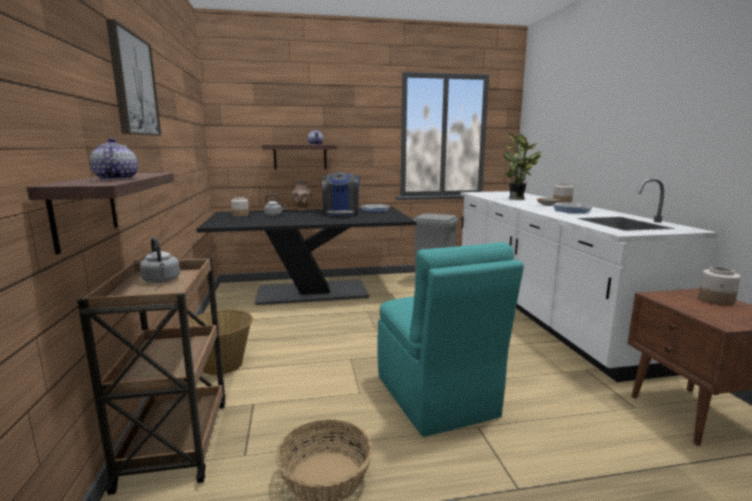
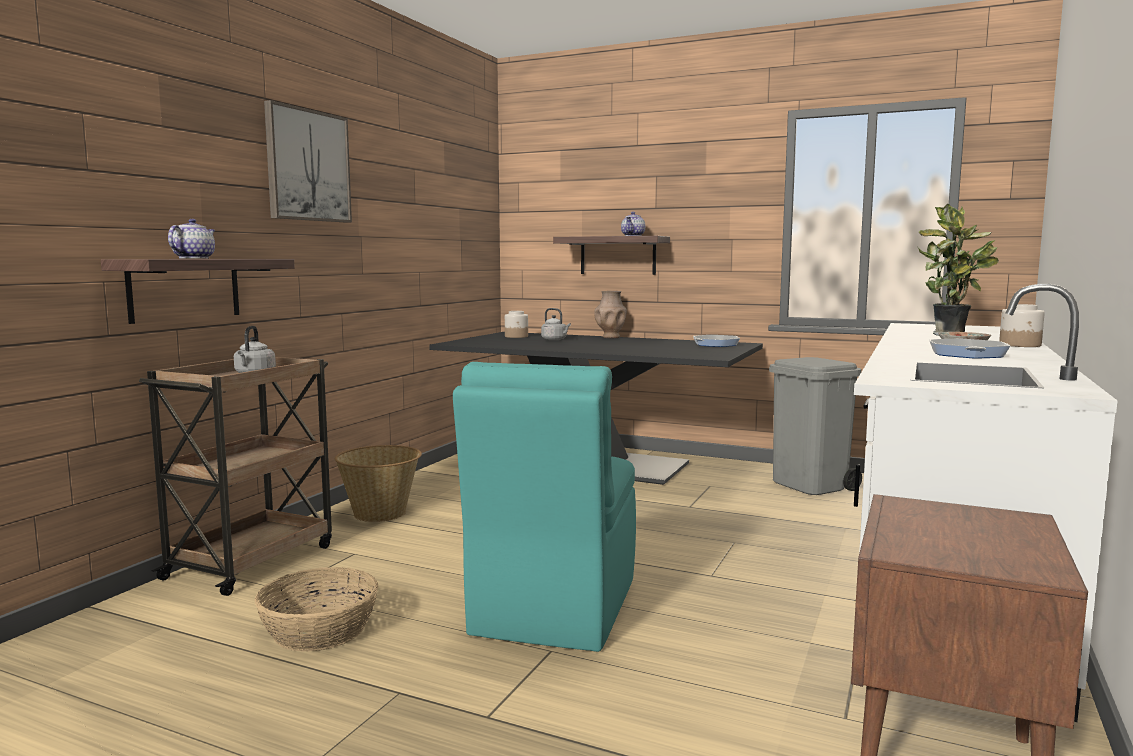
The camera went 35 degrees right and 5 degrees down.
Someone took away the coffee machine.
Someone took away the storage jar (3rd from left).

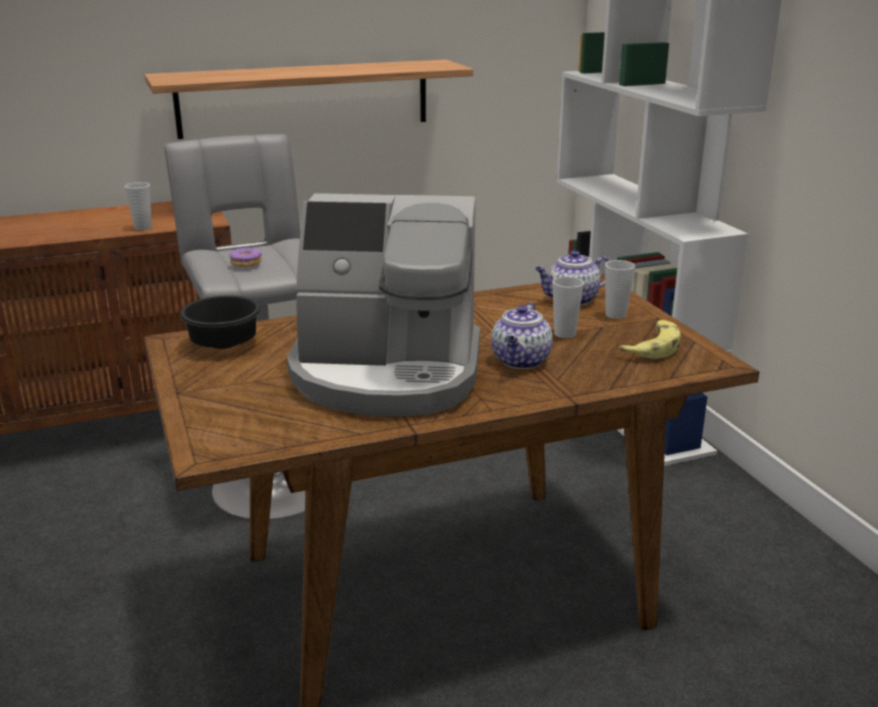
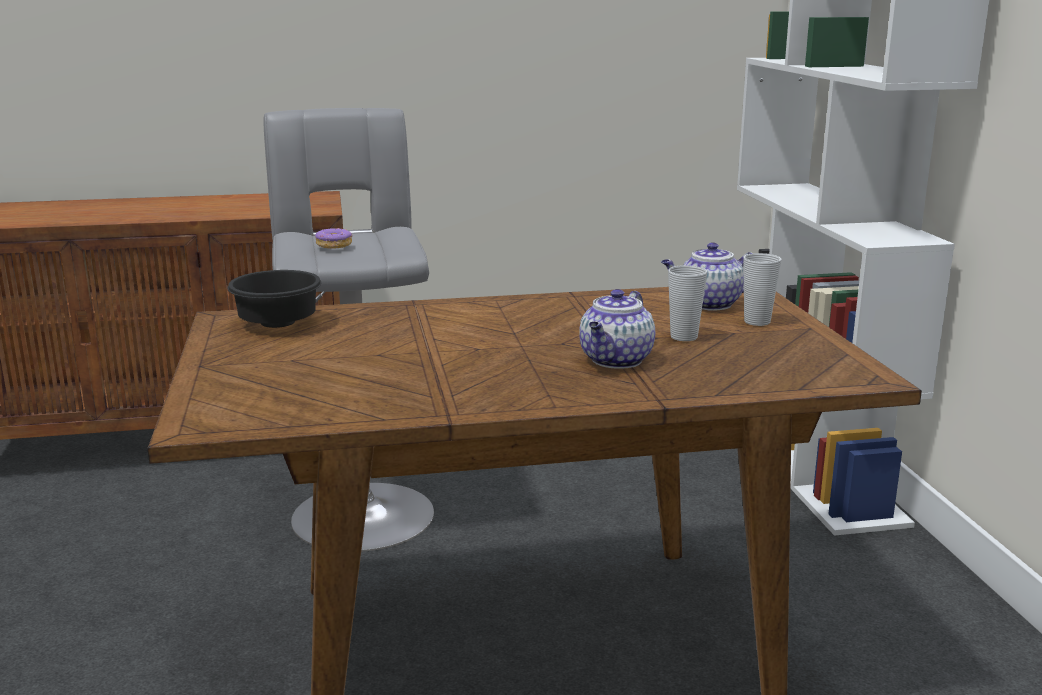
The camera went 10 degrees right and 5 degrees down.
Someone took away the cup (1st from left).
Someone took away the wall shelf.
Someone took away the coffee machine.
Someone took away the whole banana.

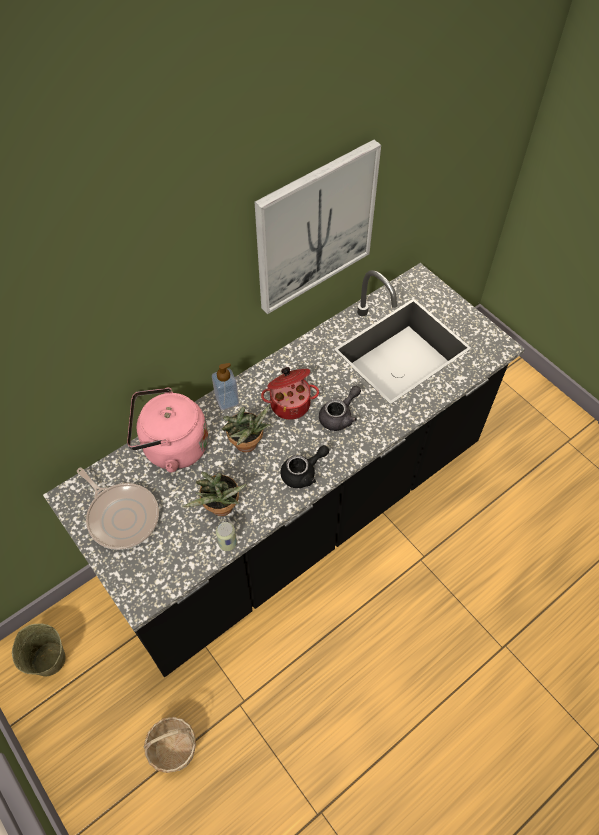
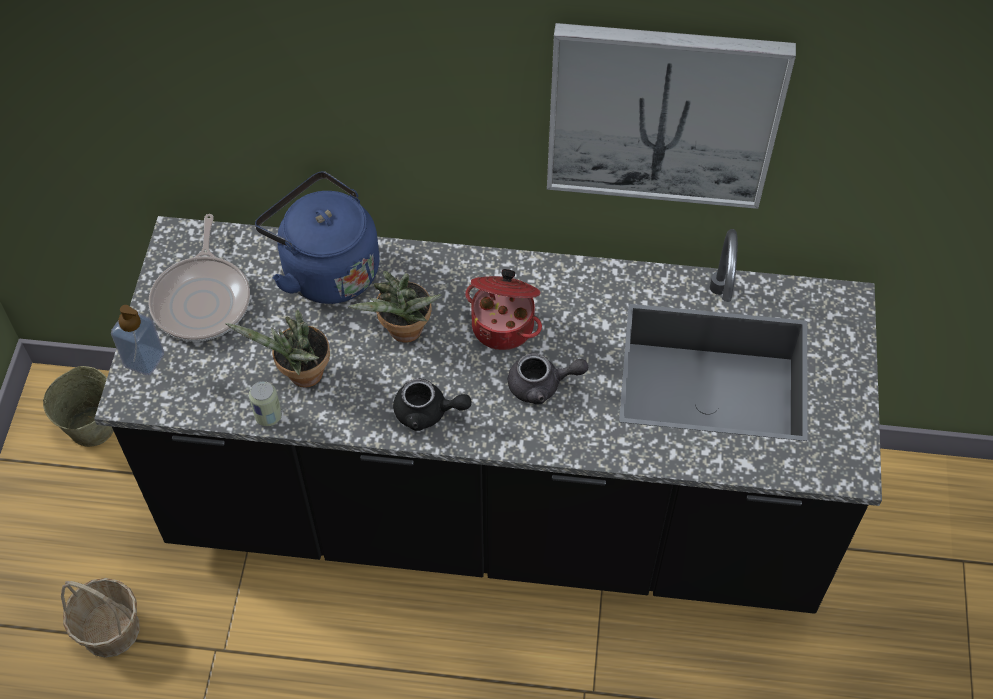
The camera went 45 degrees right and 0 degrees up.
Someone repainted the pinkish kettle, which became the bluish kettle.
Someone carried the soap dispenser.

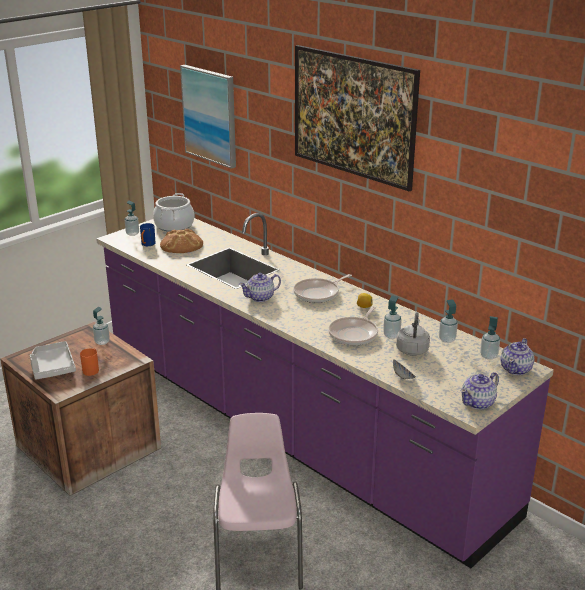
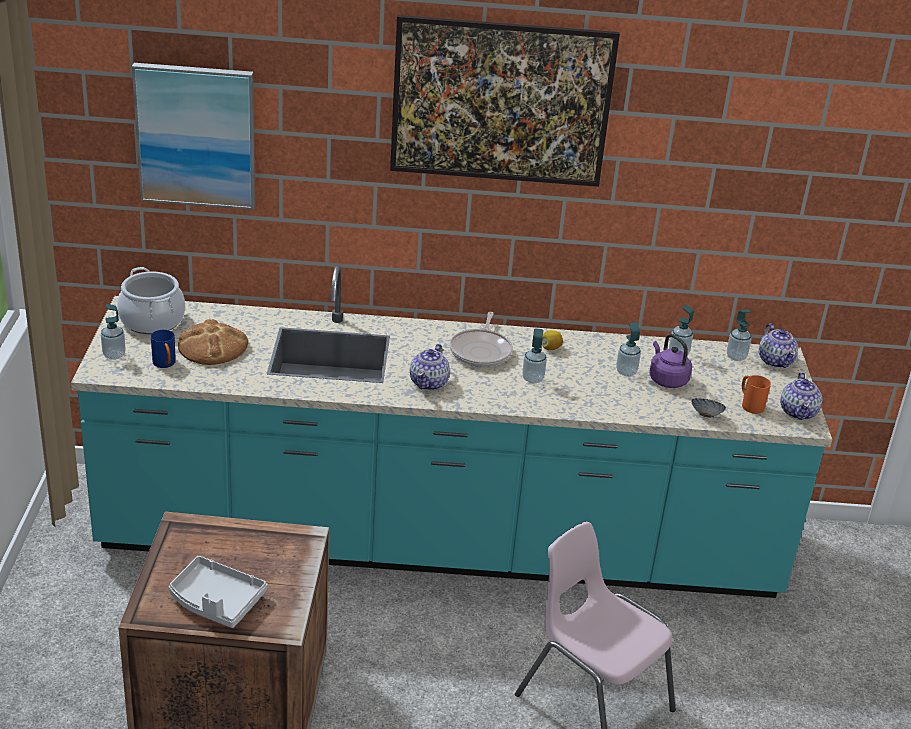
The camera went 45 degrees left and 5 degrees up.
Someone carried the orange-coloured mug.
Someone carried the soap dispenser (1st from left in the first image).
Someone repainted the purplish counter, which became the turquoise-coloured counter.
Someone took away the skillet (2nd from left).
Someone repainted the grey kettle, which became the purplish kettle.

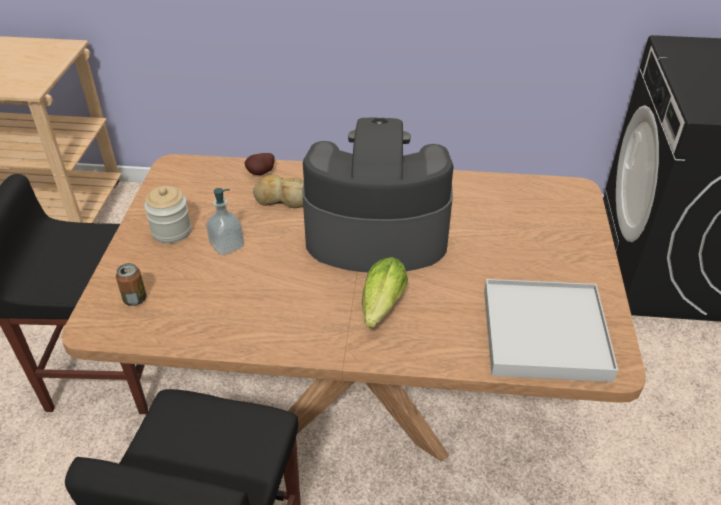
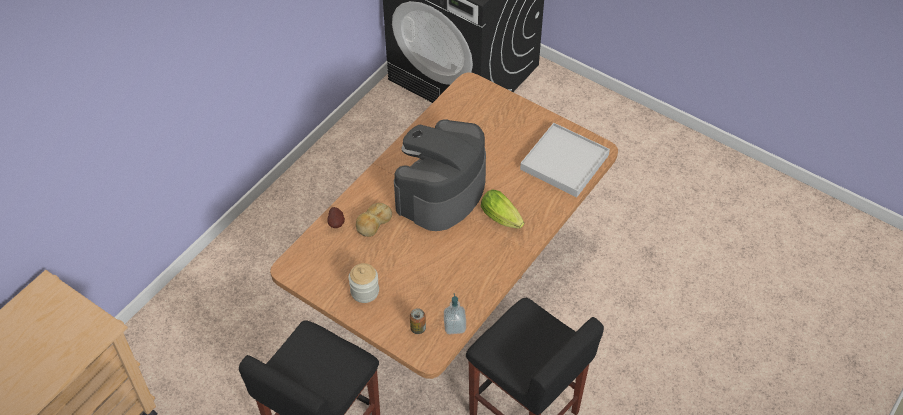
The camera went 60 degrees left and 10 degrees up.
Someone carried the soap dispenser.

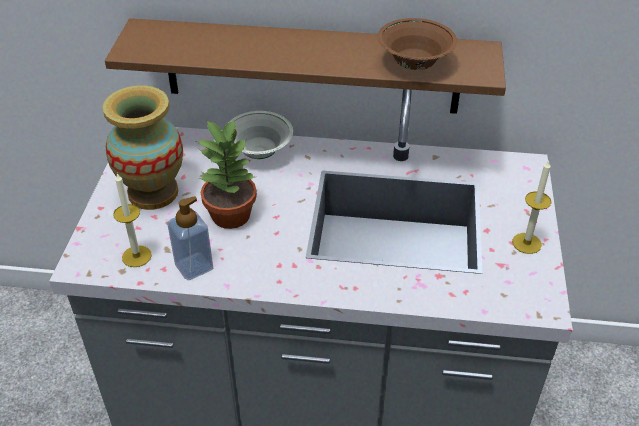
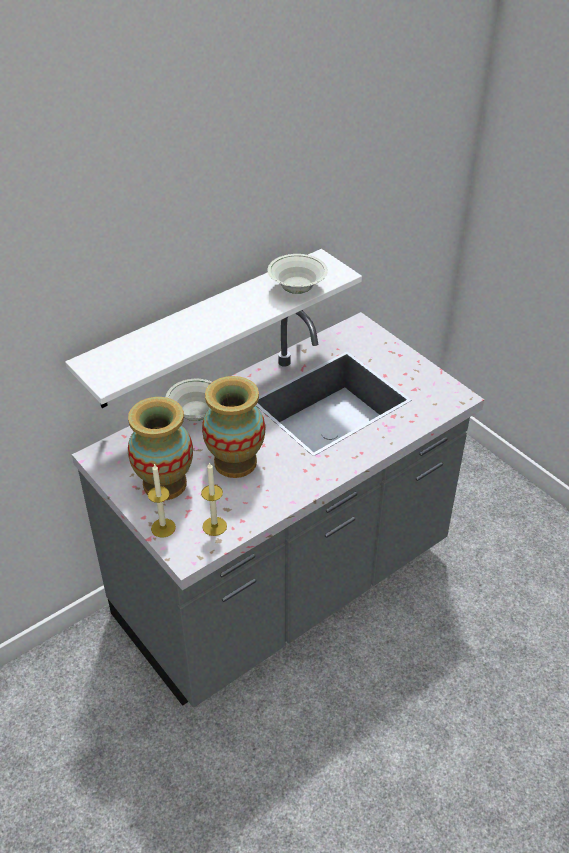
The camera went 45 degrees left and 0 degrees up.
Someone repainted the brown-coloured wall shelf, which became the white wall shelf.
Someone took away the soap dispenser.
Someone swapped the houseplant for the flower vase (2nd from left).
Someone repainted the brown-coloured bowl, which became the white bowl (2nd from left).
Someone carried the wax light (2nd from left in the first image).

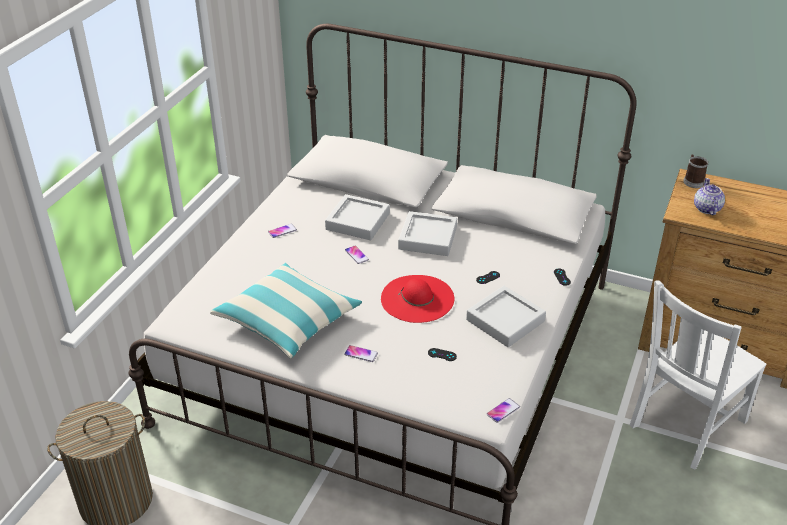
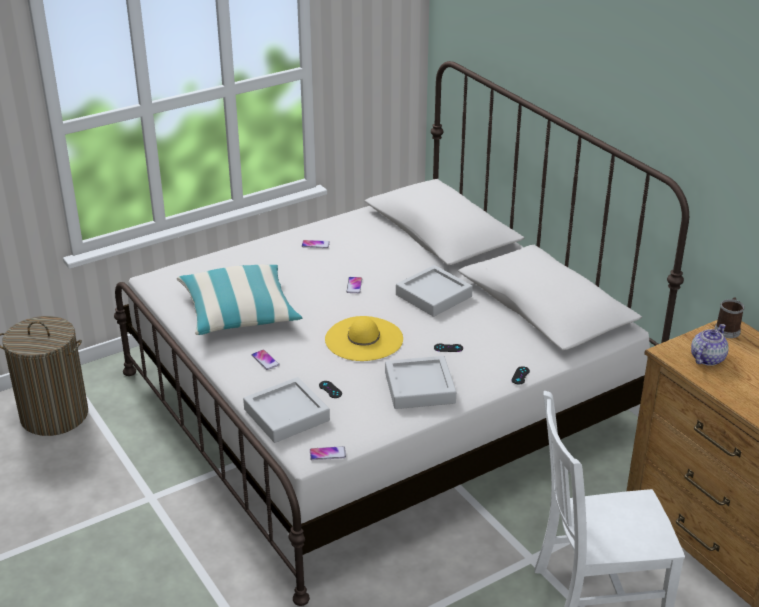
The camera went 35 degrees right and 5 degrees down.
Someone carried the grey serving tray (1st from left).
Someone repainted the red hat, which became the yellow-coloured hat.

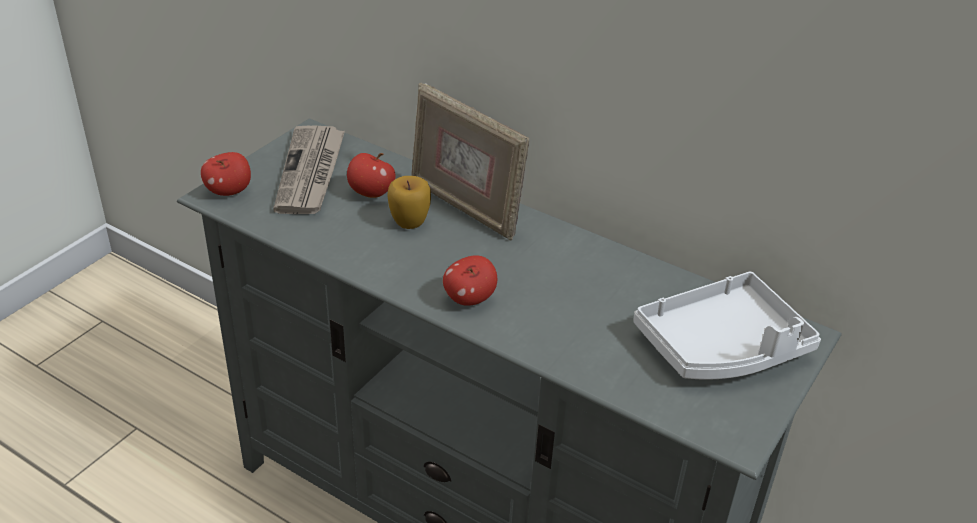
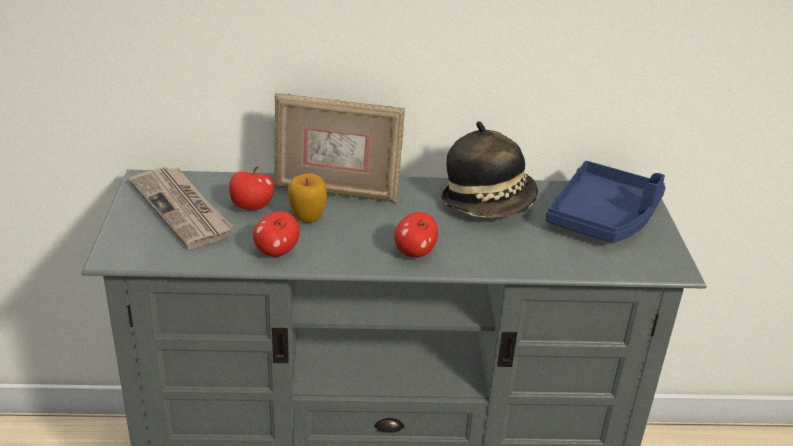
The camera went 35 degrees left and 5 degrees down.
Someone carried the apple (1st from left in the first image).
Someone repainted the white serving tray, which became the bluish serving tray.
Someone put down the hat.

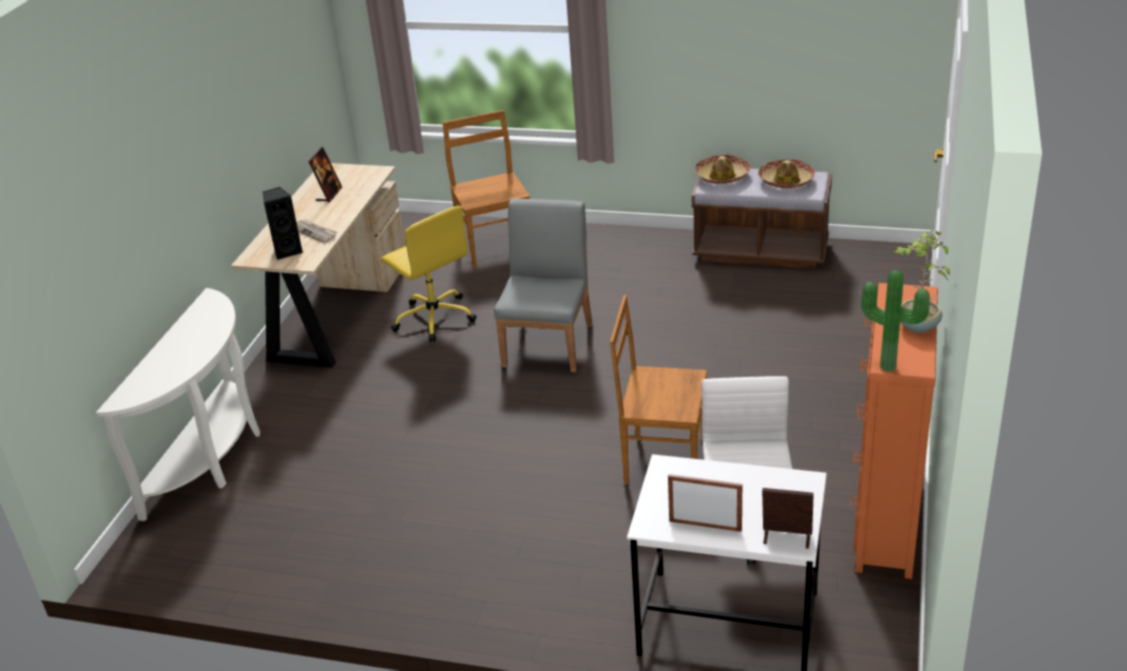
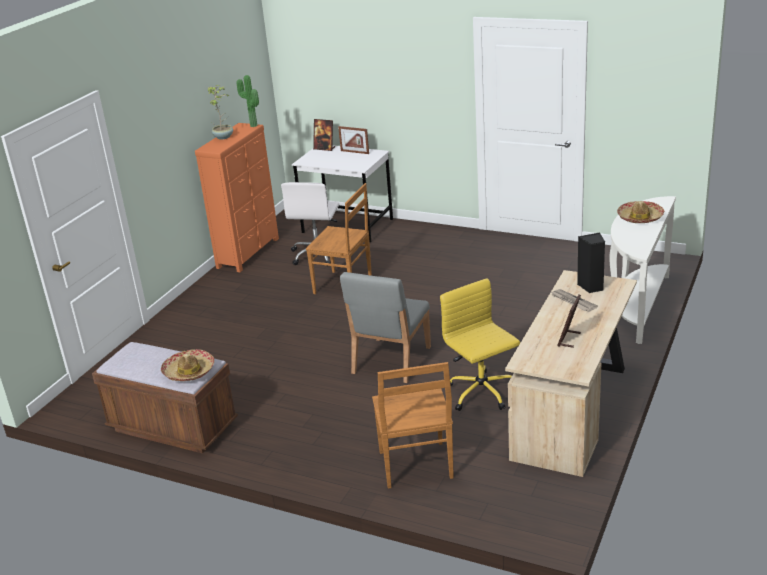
The camera went 170 degrees left and 5 degrees down.
Someone carried the hat (2nd from left).

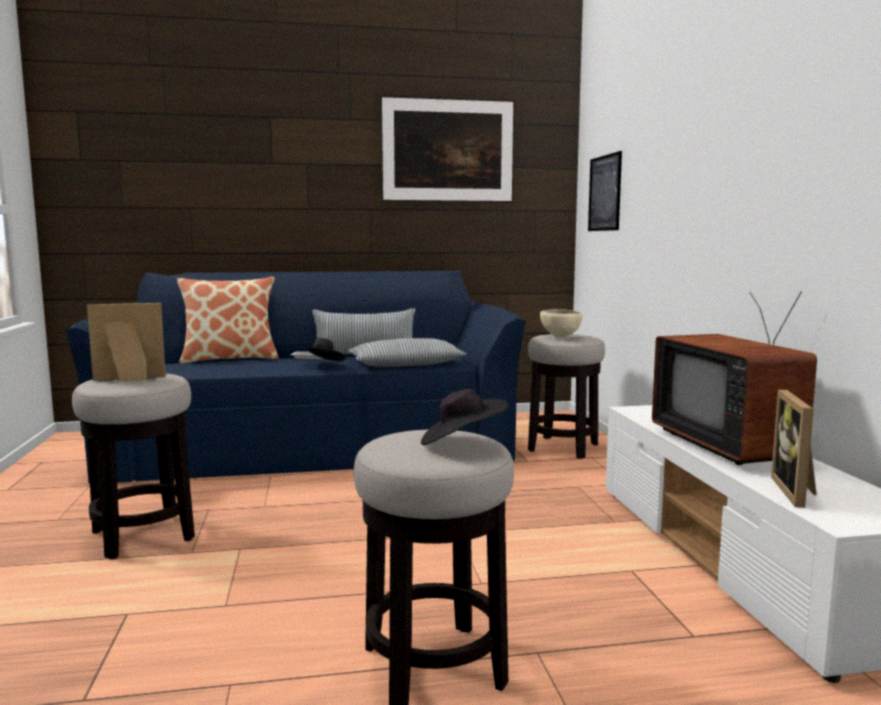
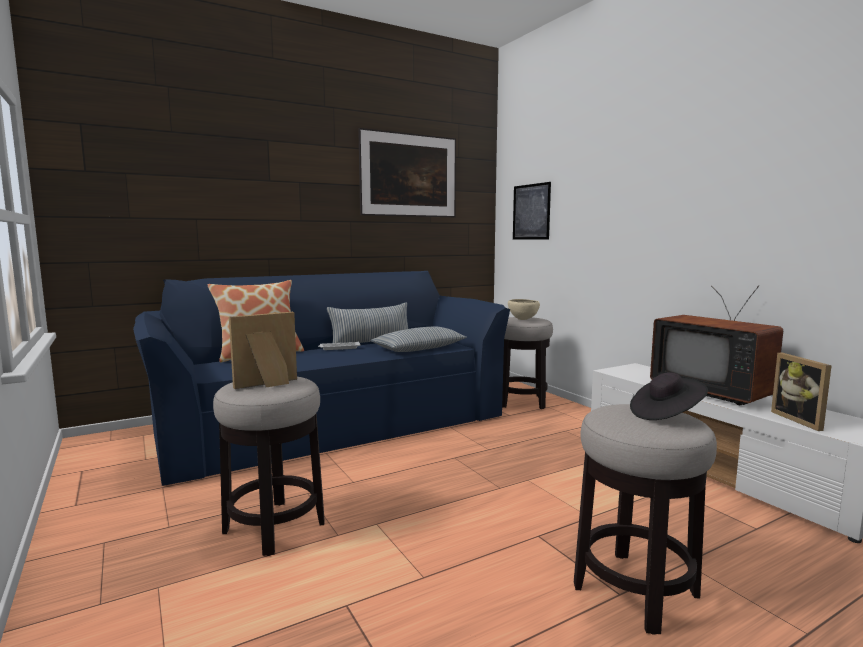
The camera went 20 degrees left and 0 degrees up.
Someone took away the blackish hat (1st from left).

